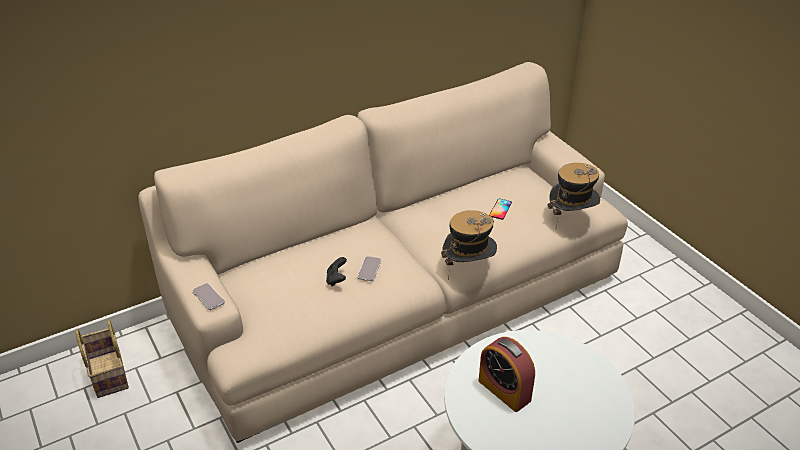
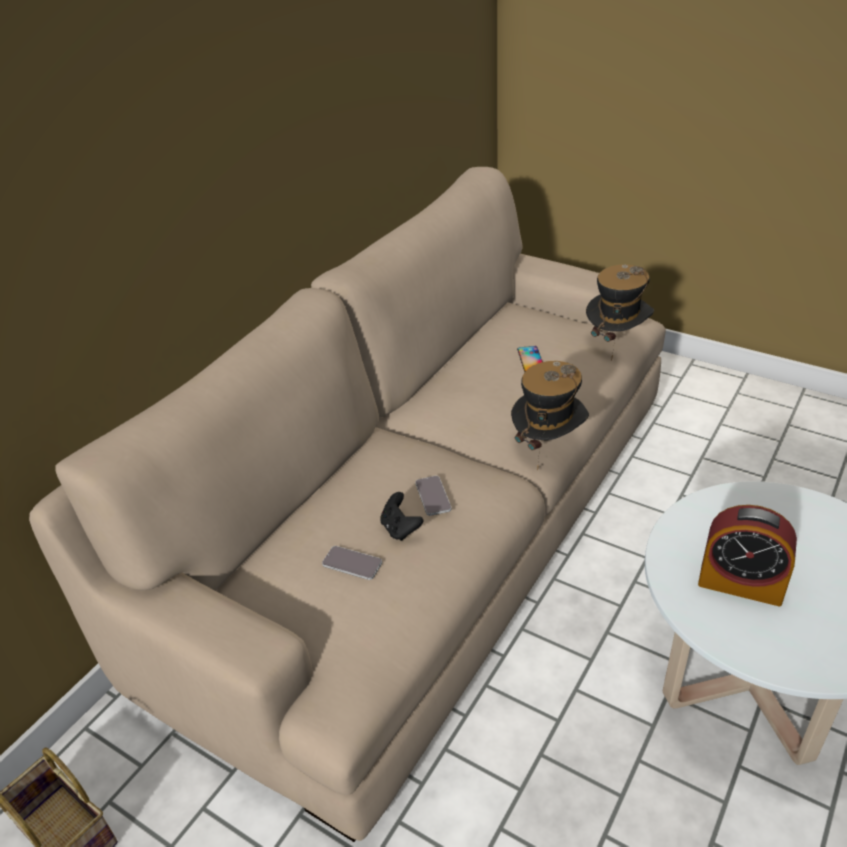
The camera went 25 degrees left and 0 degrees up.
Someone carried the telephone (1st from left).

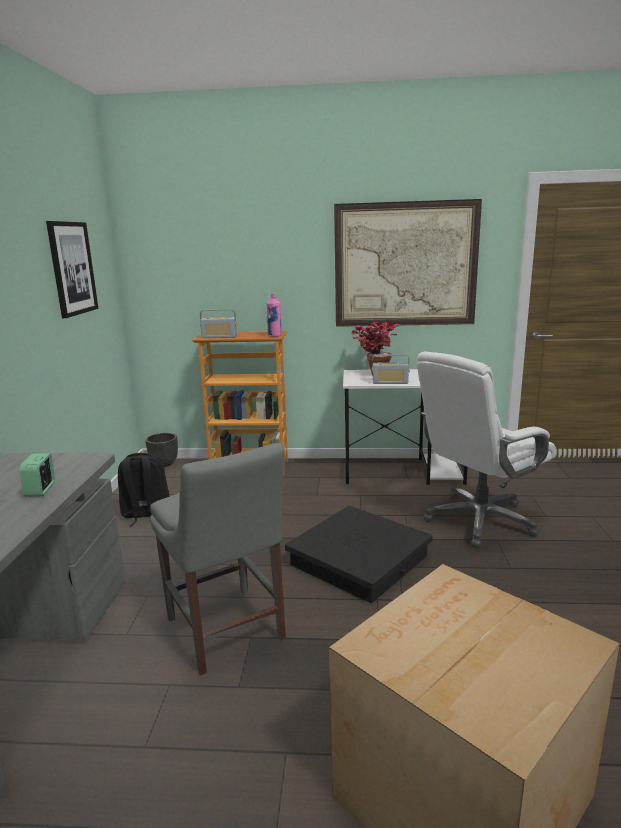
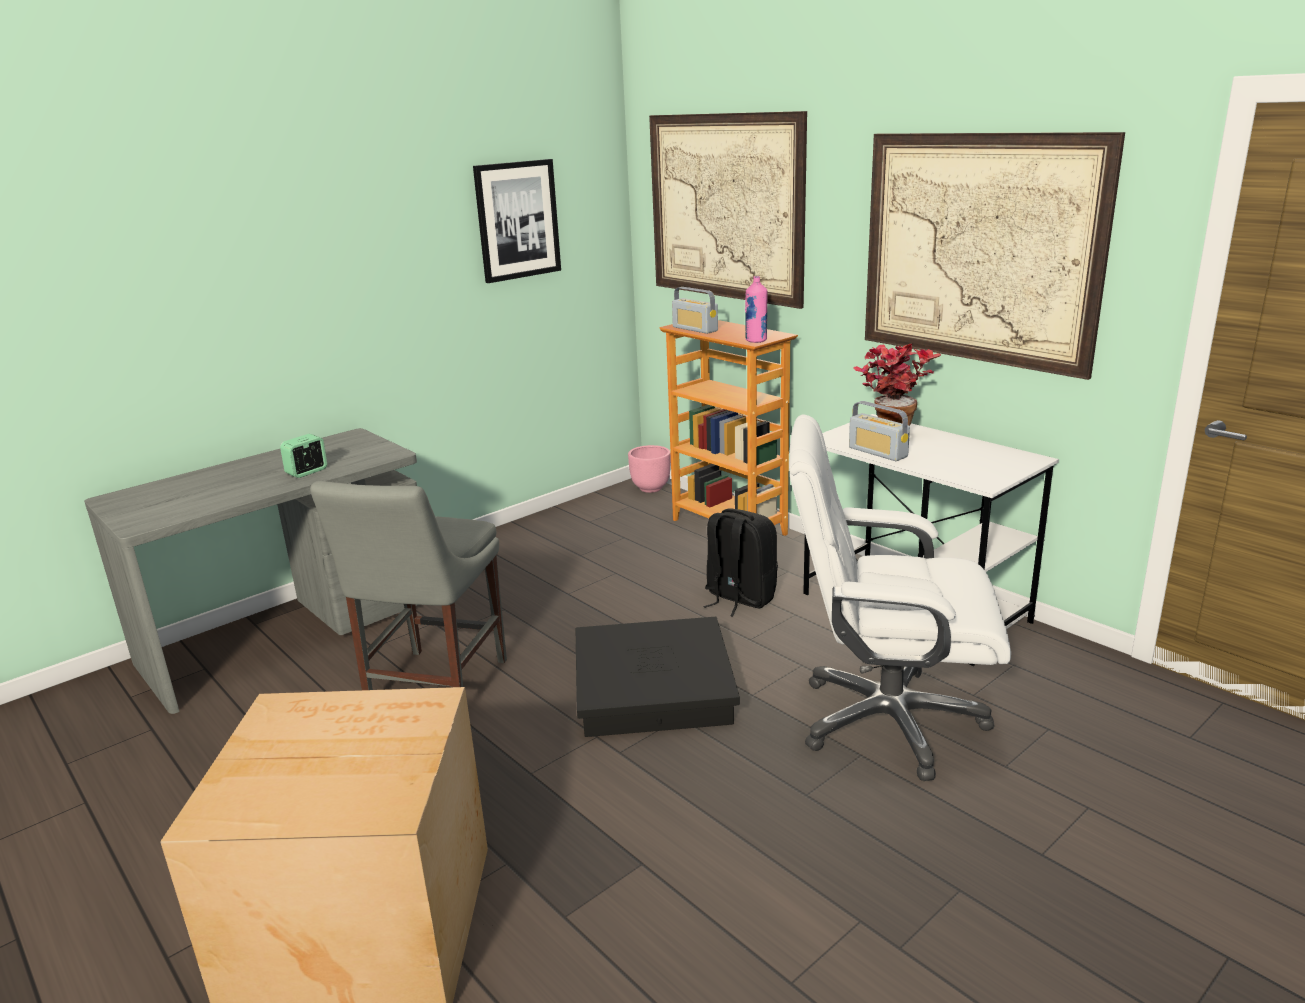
The camera went 45 degrees right and 5 degrees up.
Someone carried the blackish rucksack.
Someone repainted the blackish planter, which became the pinkish planter.
Someone put up the wall art (2nd from left).

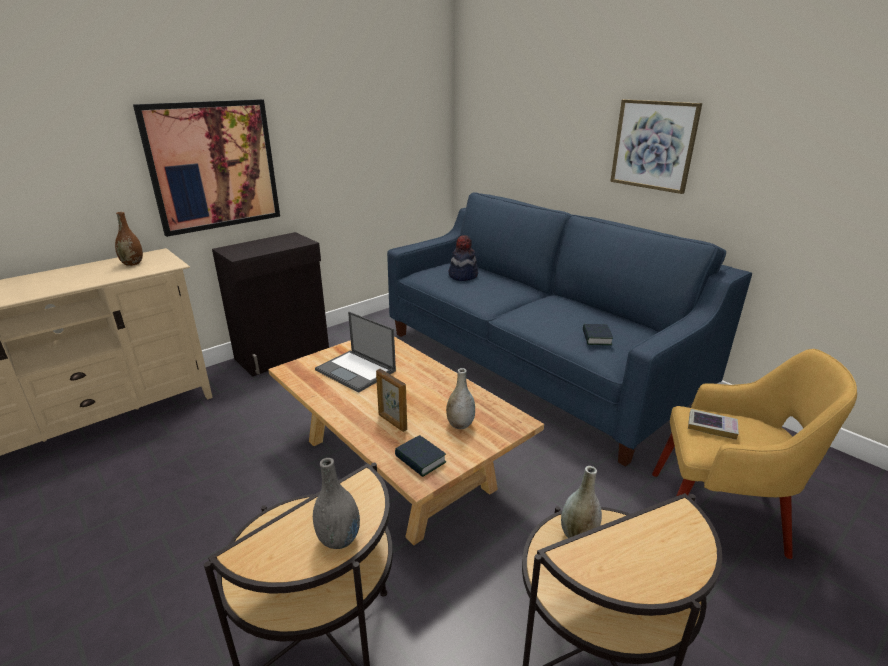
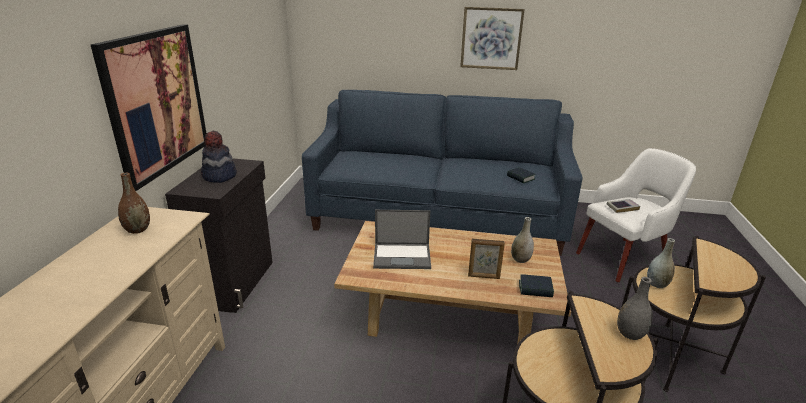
The camera went 40 degrees left and 0 degrees up.
Someone carried the hat.
Someone repainted the yellow-coloured armchair, which became the white armchair.

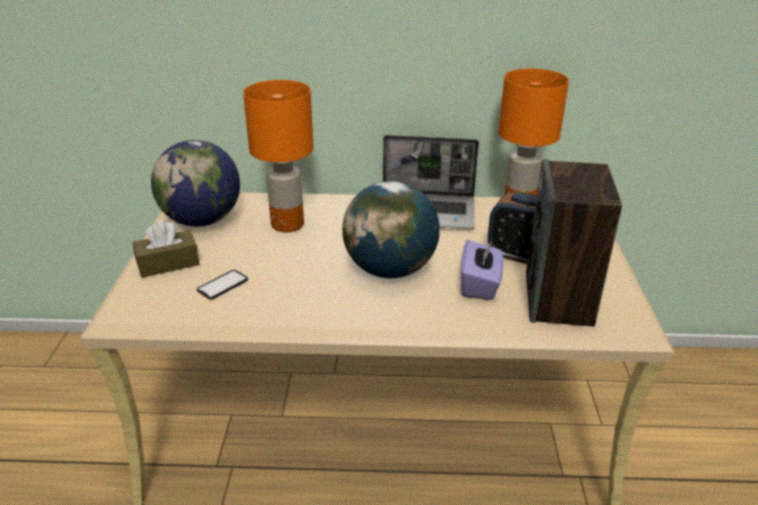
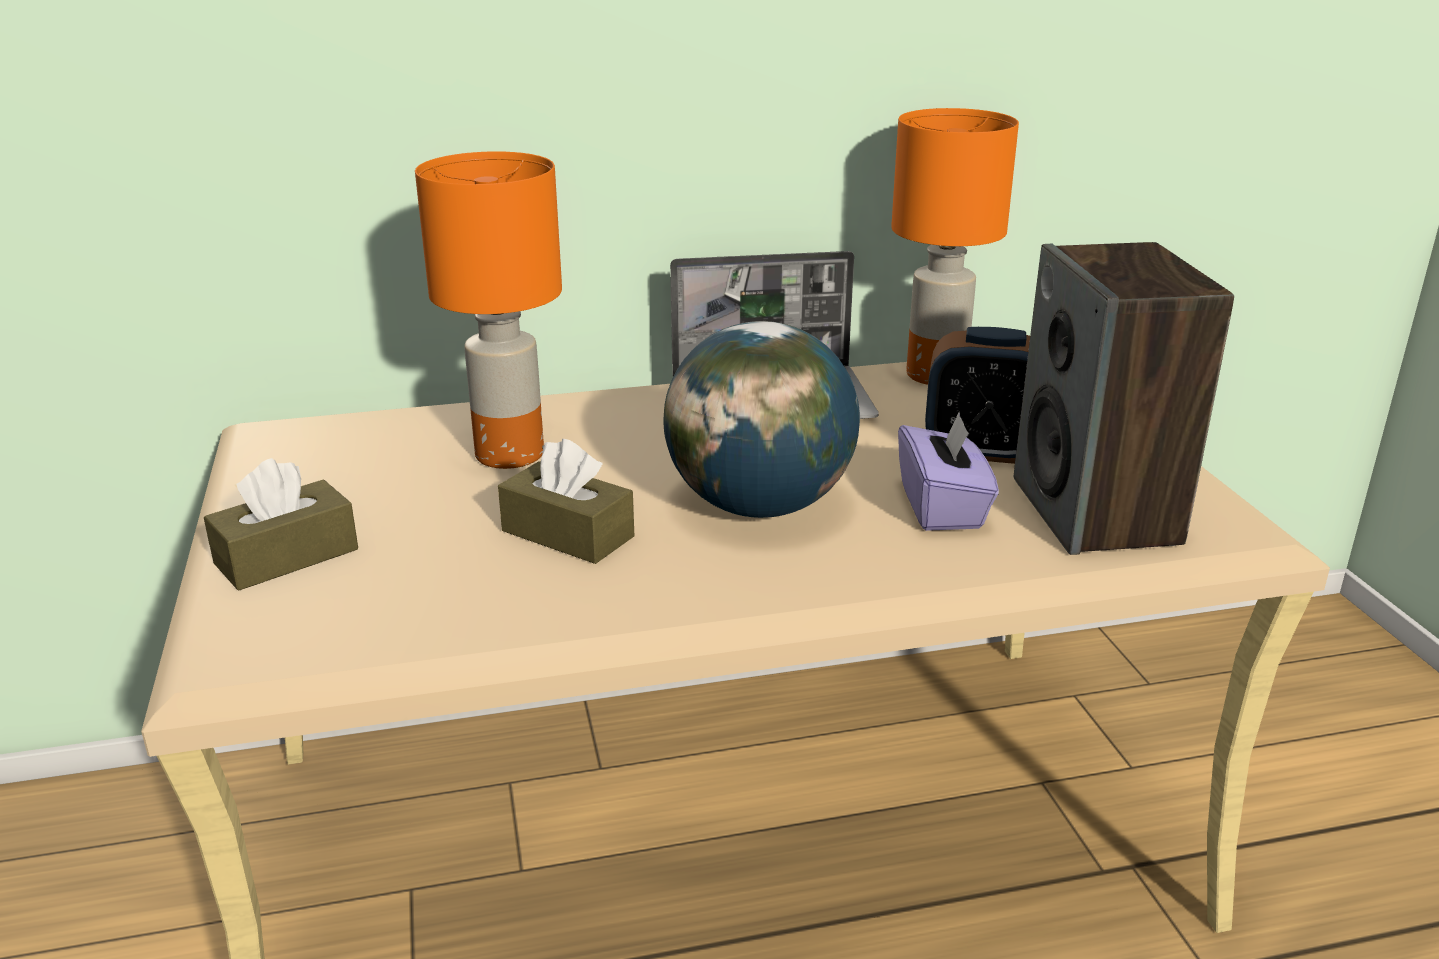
The camera went 15 degrees left and 5 degrees down.
Someone took away the globe (1st from left).
Someone took away the telephone.
Someone put down the brown-coloured box of tissues (2nd from left).

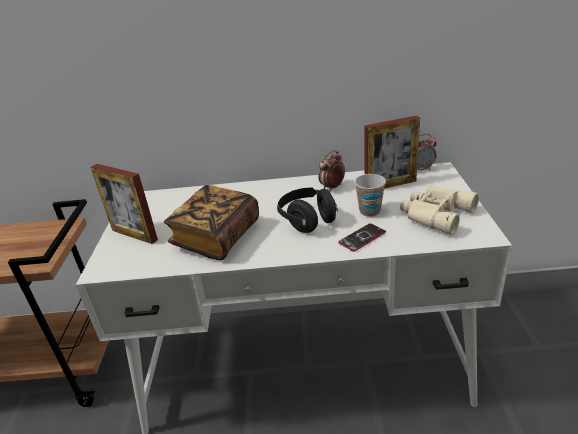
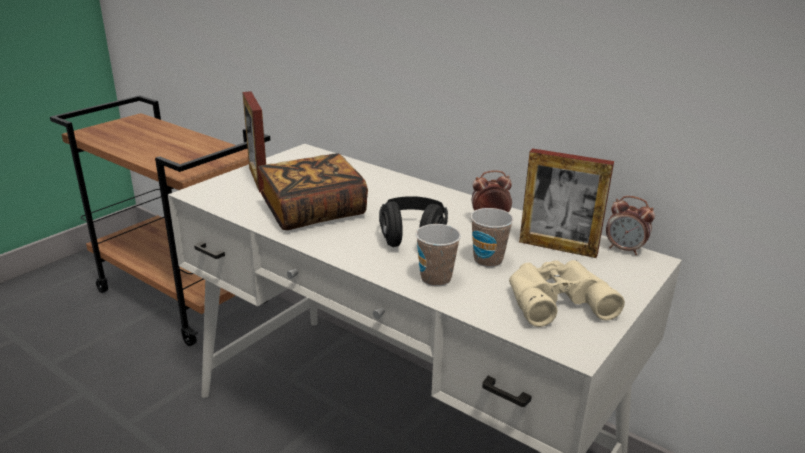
The camera went 35 degrees right and 5 degrees down.
Someone swapped the telephone for the cup (1st from left).

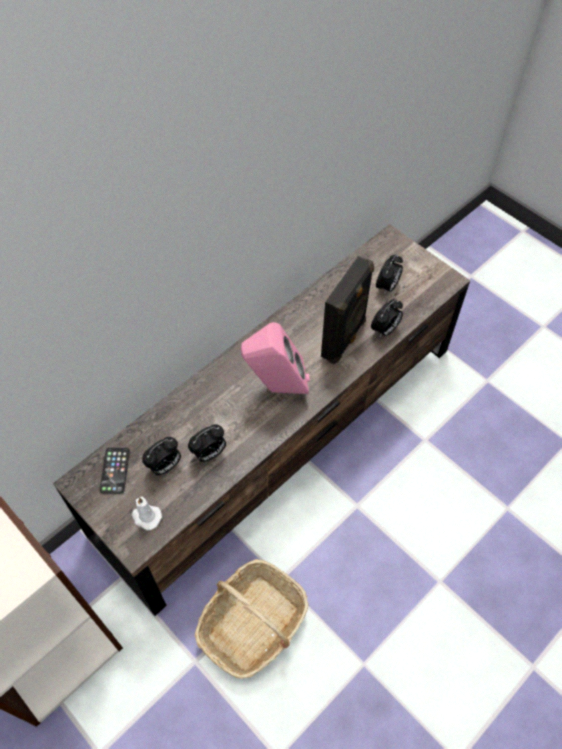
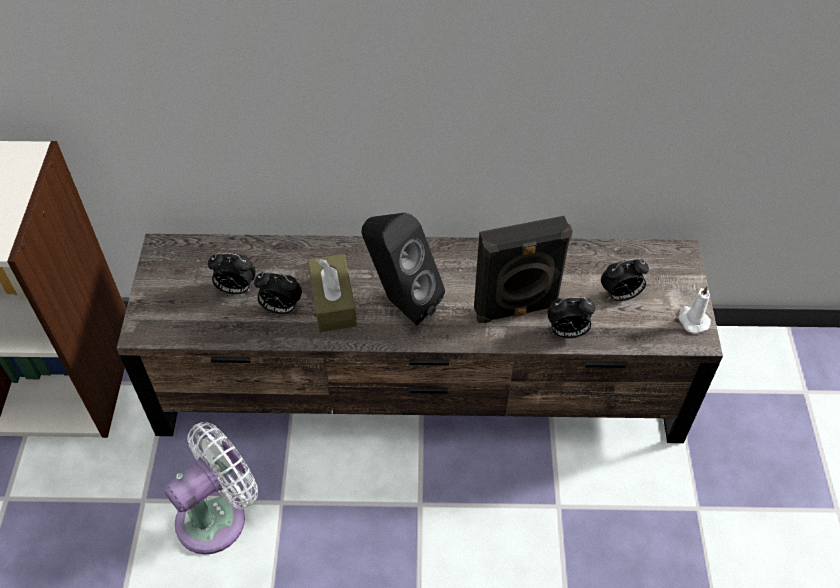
The camera went 45 degrees right and 5 degrees down.
Someone took away the telephone.
Someone carried the white wax light.
Someone swapped the basket for the white cooling fan.
Someone repainted the pinkish loudspeaker, which became the blackish loudspeaker (1st from left).
Someone put down the brown-coloured box of tissues.

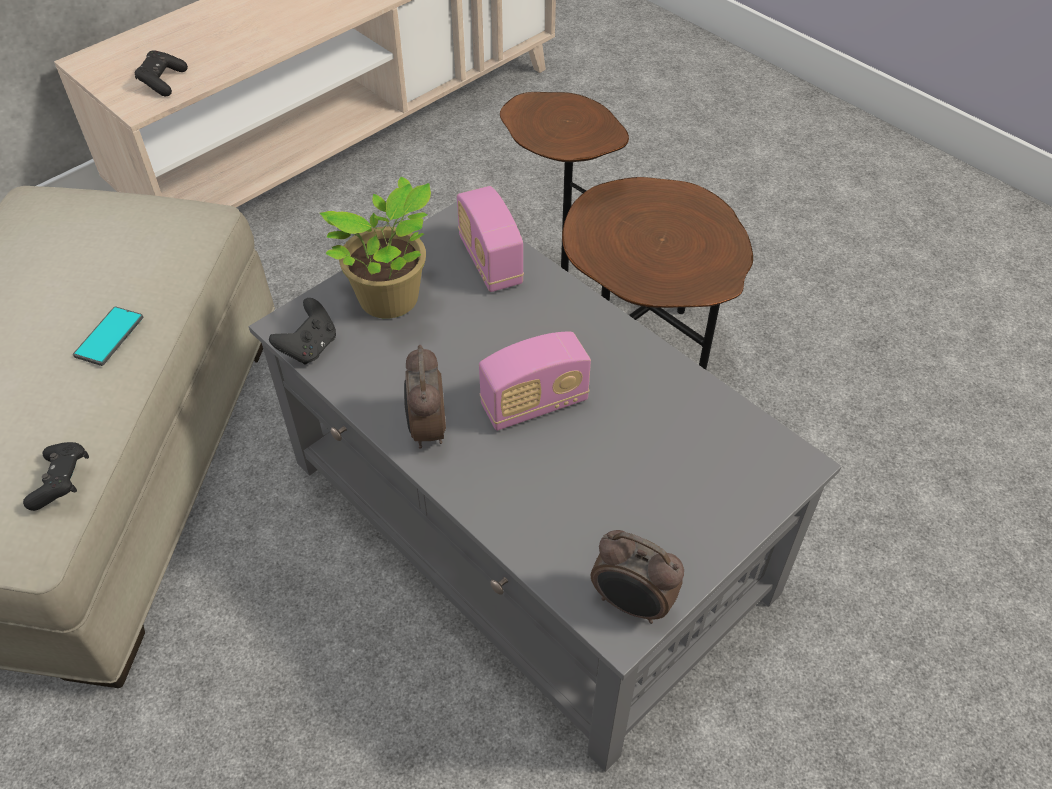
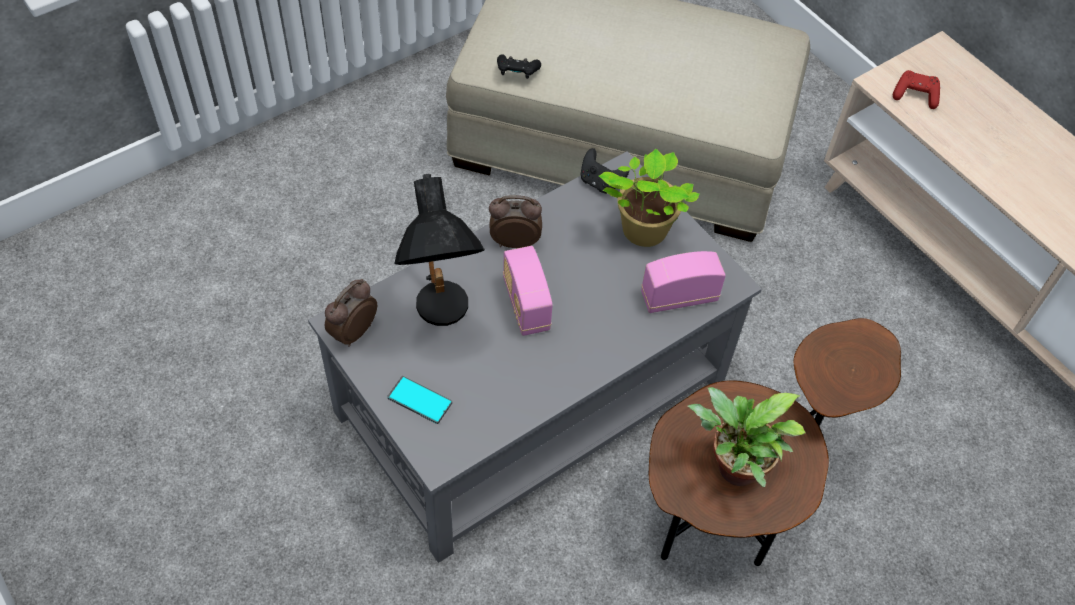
The camera went 95 degrees right and 5 degrees up.
Someone carried the telephone.
Someone repainted the blackish joypad (2nd from left), which became the red joypad.
Someone put down the blackish lamp for a table.
Someone put down the houseplant (2nd from left).

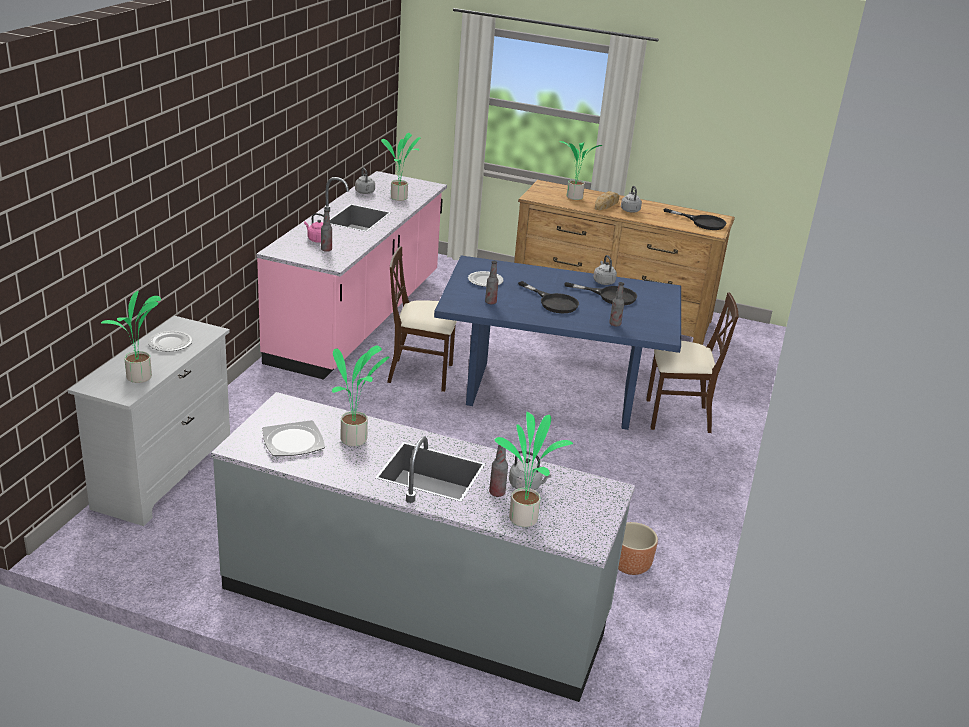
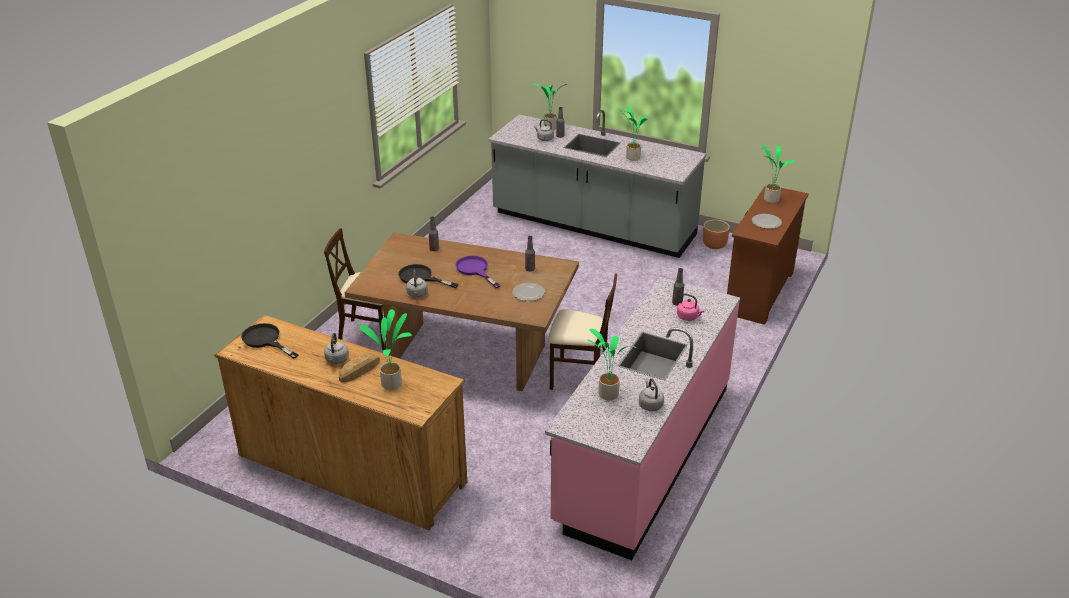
The camera went 170 degrees left and 5 degrees up.
Someone repainted the white dresser, which became the brown-coloured dresser (2nd from left).
Someone took away the plate (2nd from left).
Someone repainted the bluish kitchen table, which became the brown-coloured kitchen table.
Someone repainted the blackish skillet (1st from left), which became the purplish skillet.
Someone carried the brown-coloured planter.

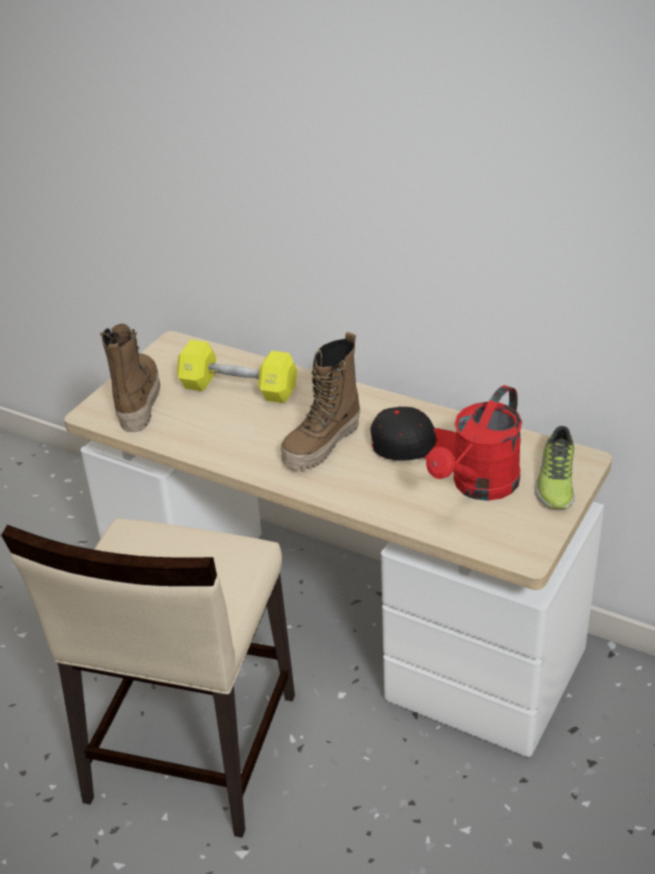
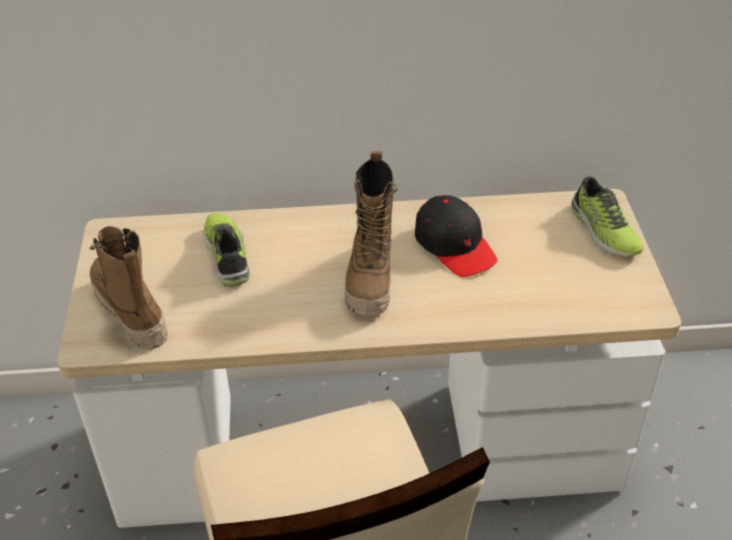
The camera went 35 degrees left and 5 degrees up.
Someone swapped the yellow-coloured free weight for the shoe (1st from left).
Someone rotated the blackish baseball cap by 90 degrees clockwise.
Someone took away the red watering pot.

